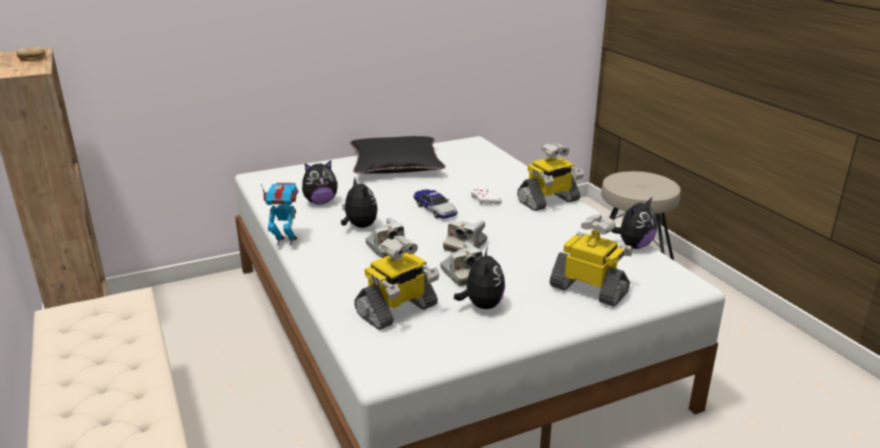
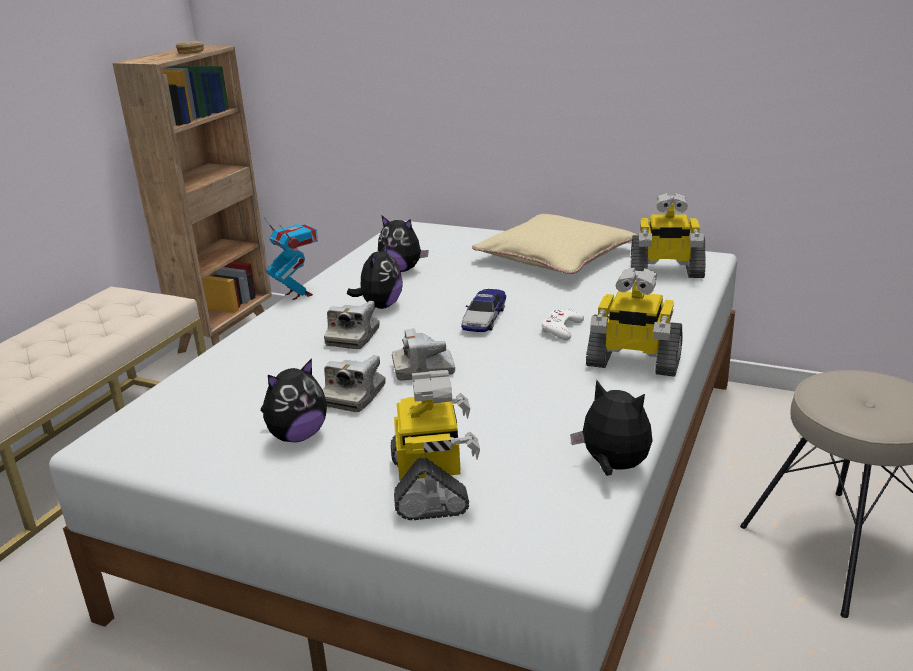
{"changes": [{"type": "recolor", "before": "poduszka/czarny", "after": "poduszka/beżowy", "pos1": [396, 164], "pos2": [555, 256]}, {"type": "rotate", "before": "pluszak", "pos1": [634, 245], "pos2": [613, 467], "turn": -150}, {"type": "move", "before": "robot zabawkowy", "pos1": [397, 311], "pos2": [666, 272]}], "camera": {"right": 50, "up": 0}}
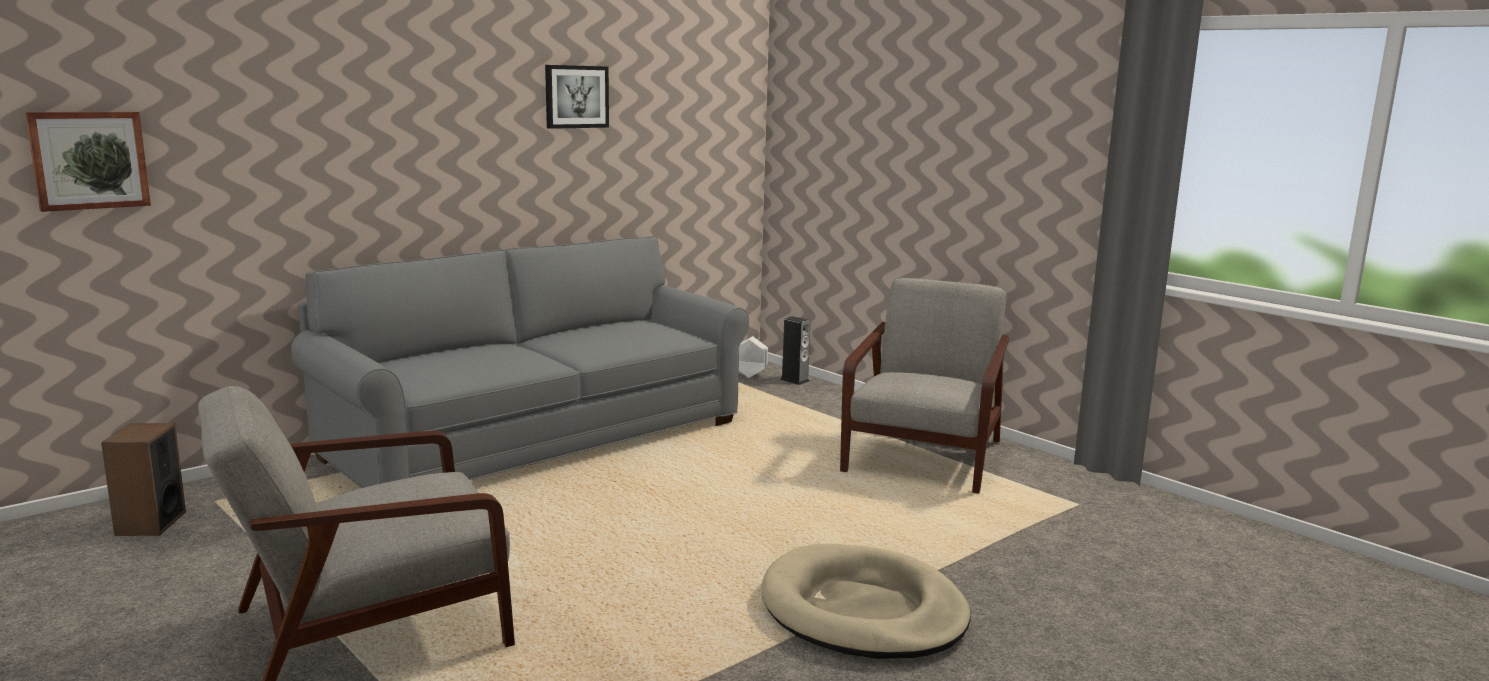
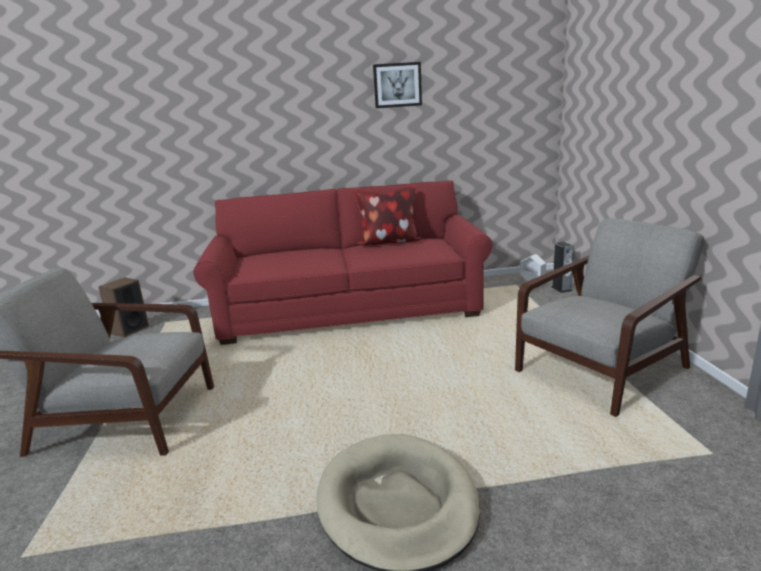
{"changes": [{"type": "delete", "before": "obraz", "pos1": [89, 160]}, {"type": "recolor", "before": "kanapa/szary", "after": "kanapa/czerwony", "pos1": [537, 439], "pos2": [349, 310]}, {"type": "insert", "after": "poduszka", "pos2": [388, 243]}], "camera": {"right": 35, "up": 5}}
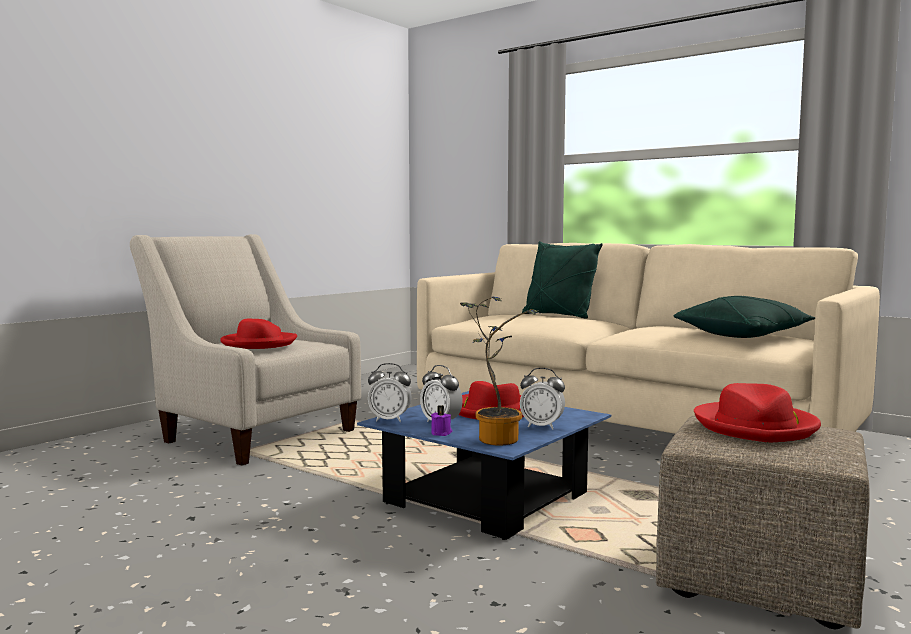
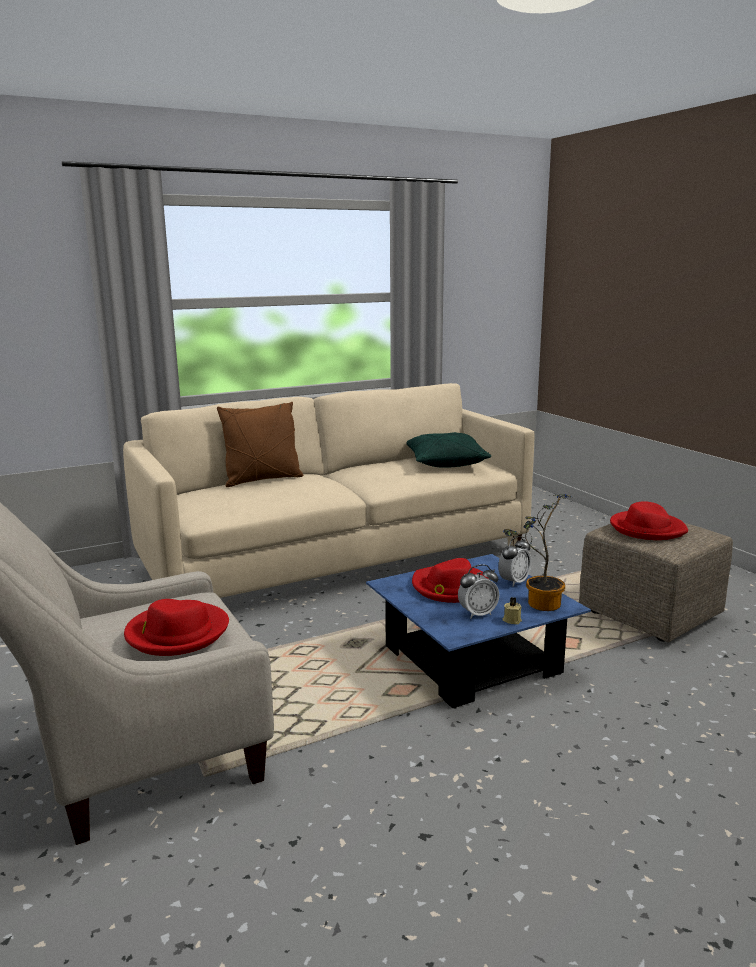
{"changes": [{"type": "recolor", "before": "poduszka/zielony", "after": "poduszka/brązowy", "pos1": [559, 316], "pos2": [262, 480]}, {"type": "delete", "before": "budzik", "pos1": [390, 420]}, {"type": "recolor", "before": "świeca/fioletowy", "after": "świeca/beżowy", "pos1": [442, 433], "pos2": [512, 620]}], "camera": {"right": -65, "up": 10}}
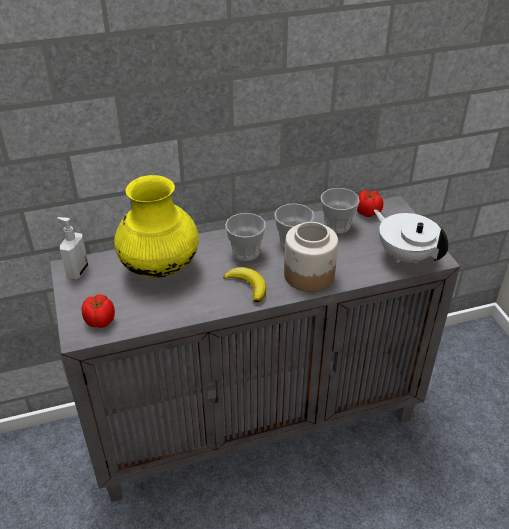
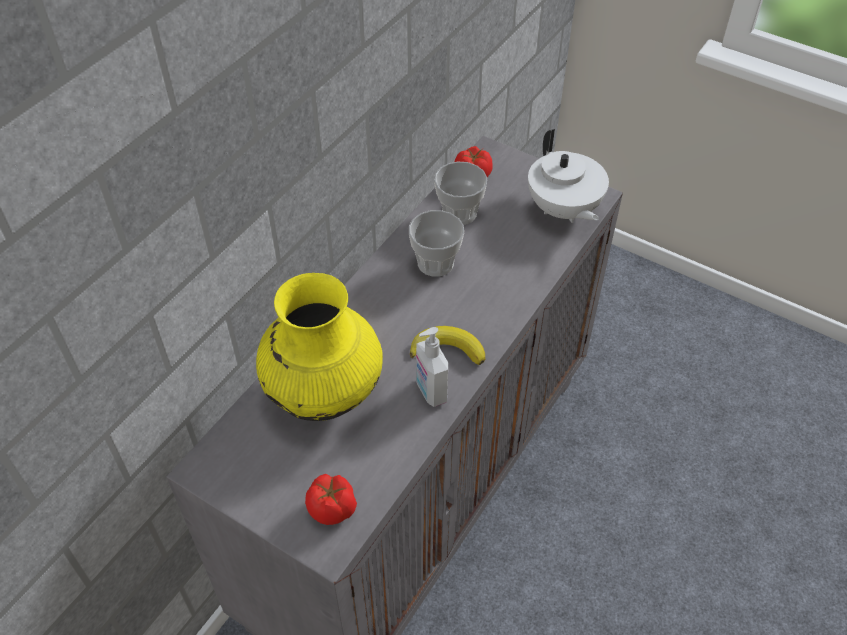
{"changes": [{"type": "rotate", "before": "imbryk/biały", "pos1": [405, 255], "pos2": [563, 210], "turn": -120}, {"type": "delete", "before": "filiżanka", "pos1": [245, 252]}, {"type": "move", "before": "dozownik mydła", "pos1": [77, 271], "pos2": [430, 391]}, {"type": "delete", "before": "słoik", "pos1": [309, 275]}], "camera": {"right": -40, "up": 10}}
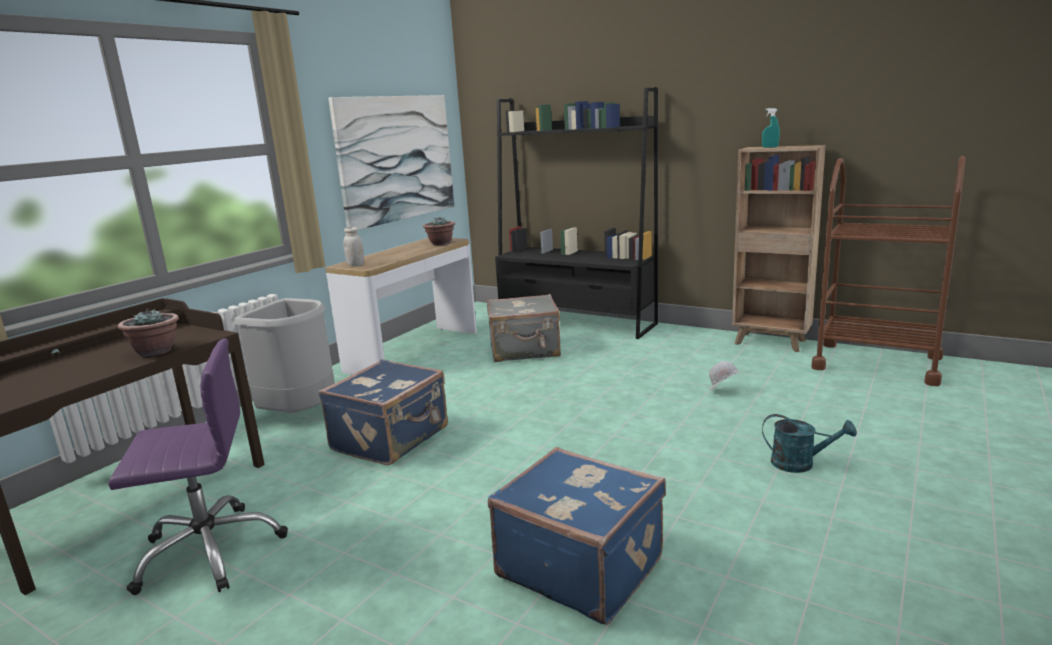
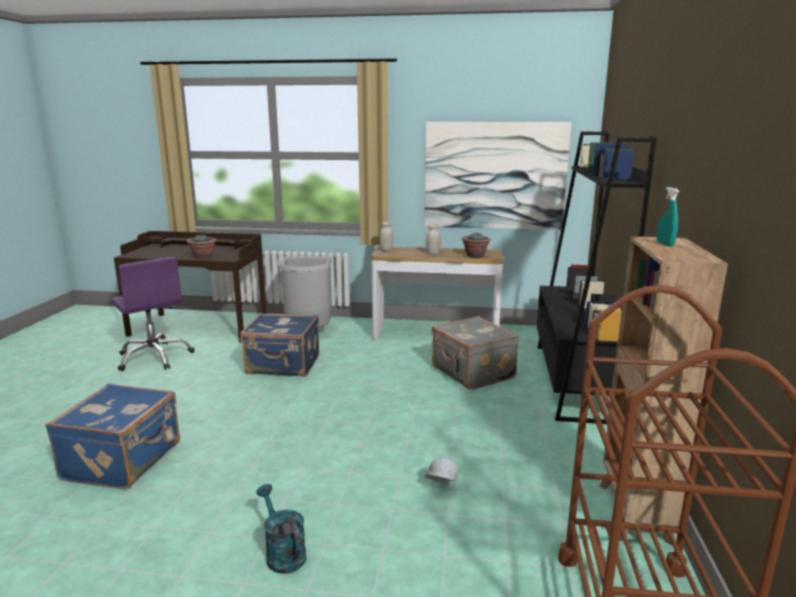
{"changes": [{"type": "rotate", "before": "konewka/turkusowy", "pos1": [800, 464], "pos2": [282, 553], "turn": 150}, {"type": "insert", "after": "słoik/biały", "pos2": [433, 253]}], "camera": {"right": 65, "up": 0}}
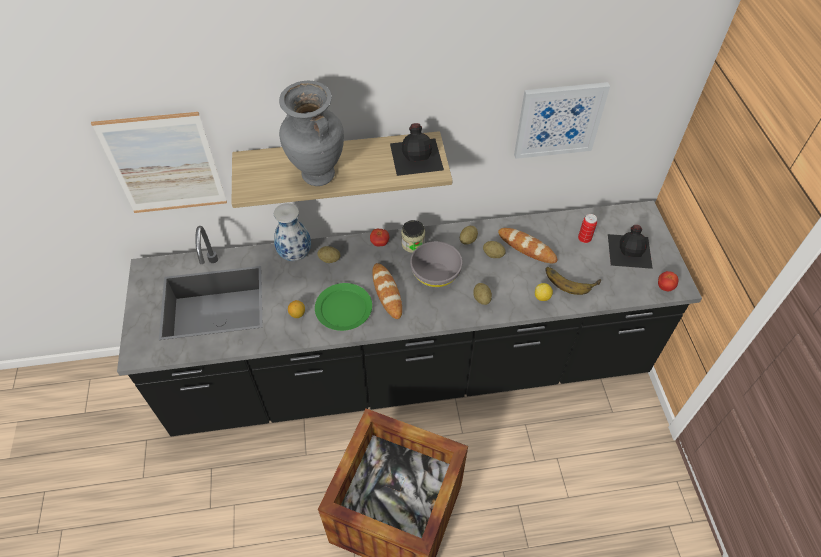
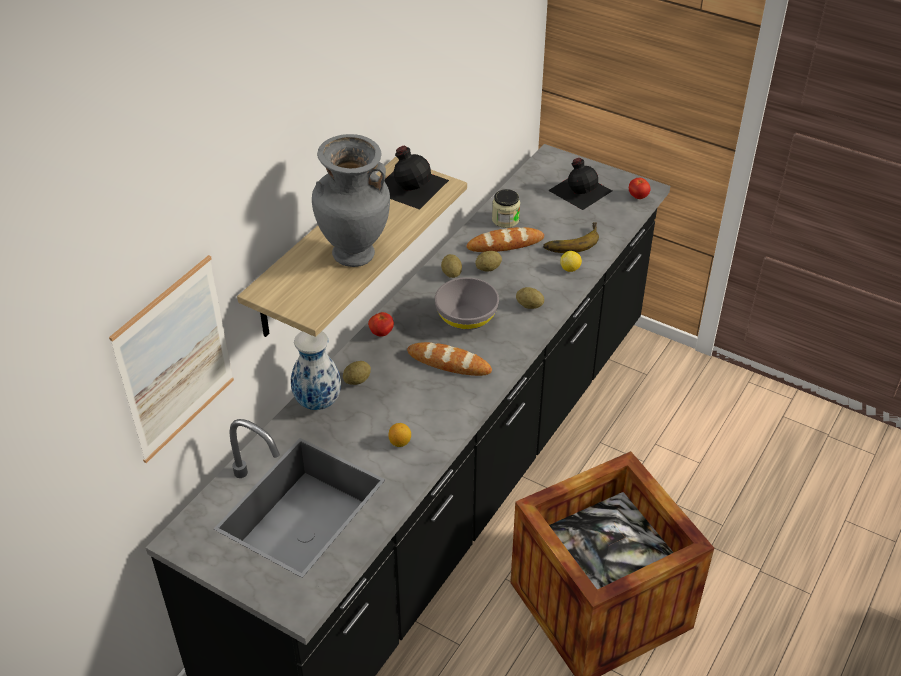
{"changes": [{"type": "delete", "before": "obraz", "pos1": [559, 119]}, {"type": "delete", "before": "puszka", "pos1": [584, 239]}, {"type": "move", "before": "słoik", "pos1": [413, 244], "pos2": [505, 220]}, {"type": "delete", "before": "talerz/zielony", "pos1": [344, 308]}], "camera": {"right": -50, "up": -10}}
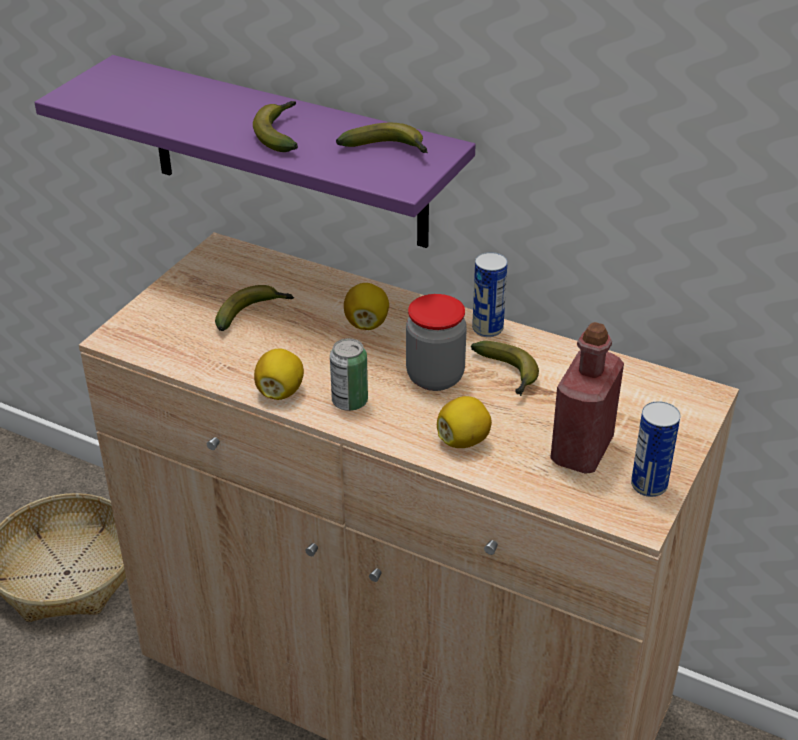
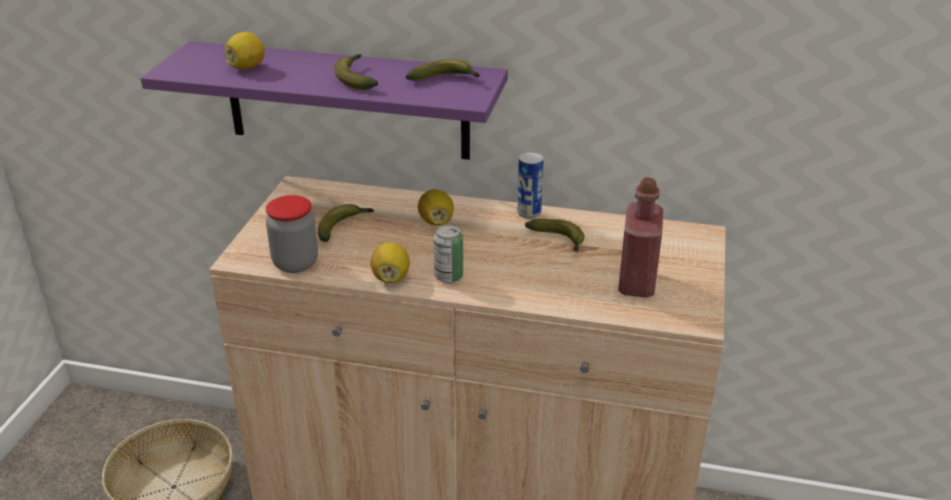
{"changes": [{"type": "move", "before": "słoik", "pos1": [435, 377], "pos2": [295, 263]}, {"type": "move", "before": "cytryna", "pos1": [463, 440], "pos2": [247, 67]}, {"type": "delete", "before": "puszka", "pos1": [649, 485]}], "camera": {"right": -15, "up": -5}}
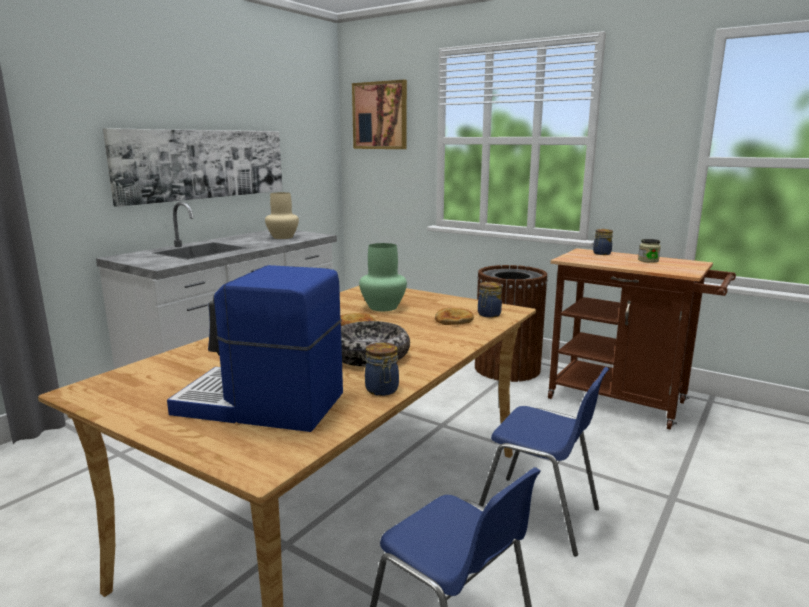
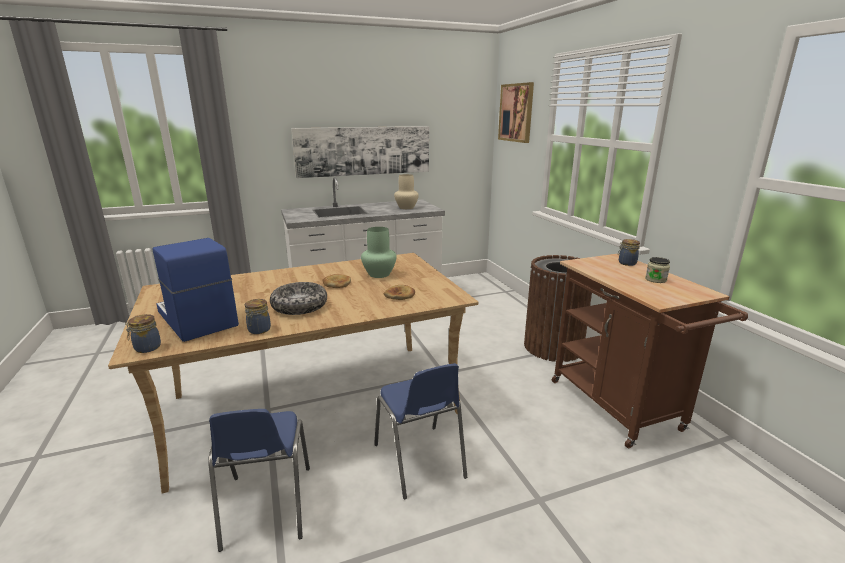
{"changes": [{"type": "move", "before": "słoik", "pos1": [488, 315], "pos2": [146, 348]}], "camera": {"right": 35, "up": 5}}
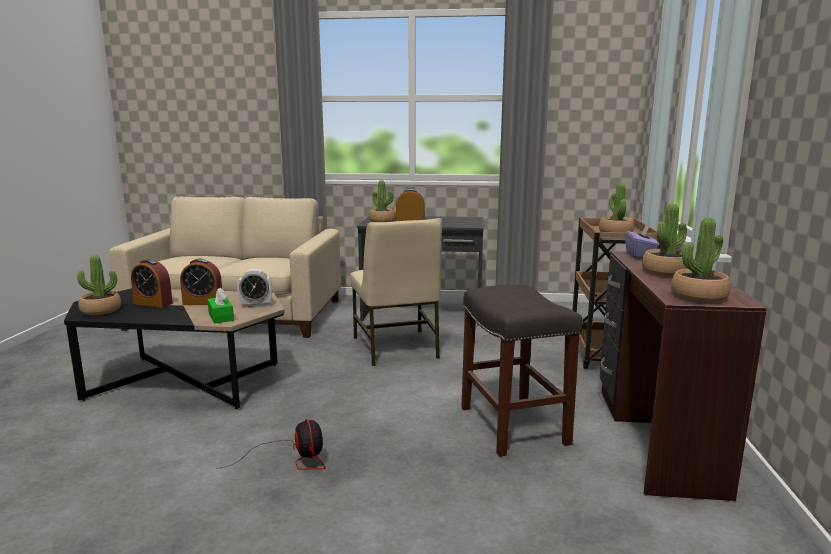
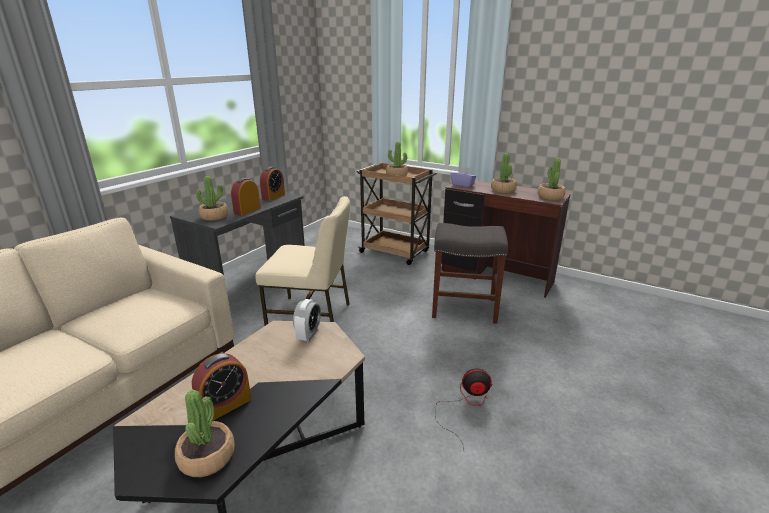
{"changes": [{"type": "move", "before": "budzik", "pos1": [203, 302], "pos2": [273, 197]}, {"type": "delete", "before": "pudełko chusteczek/zielony", "pos1": [221, 317]}], "camera": {"right": -65, "up": 10}}
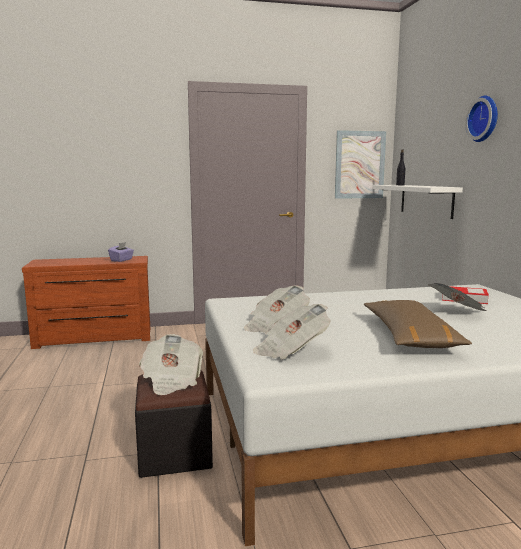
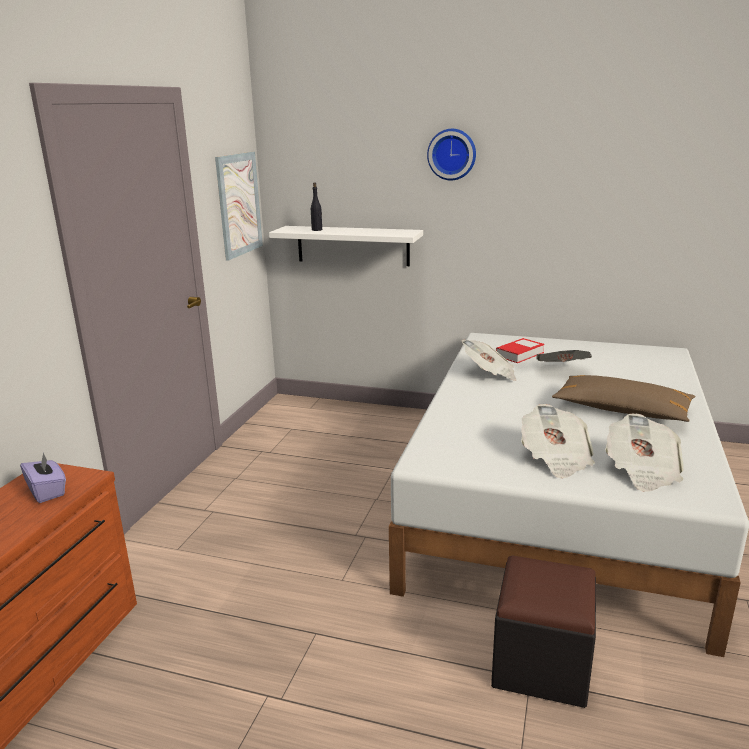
{"changes": [{"type": "move", "before": "gazeta", "pos1": [171, 380], "pos2": [489, 374]}], "camera": {"right": -60, "up": 10}}
